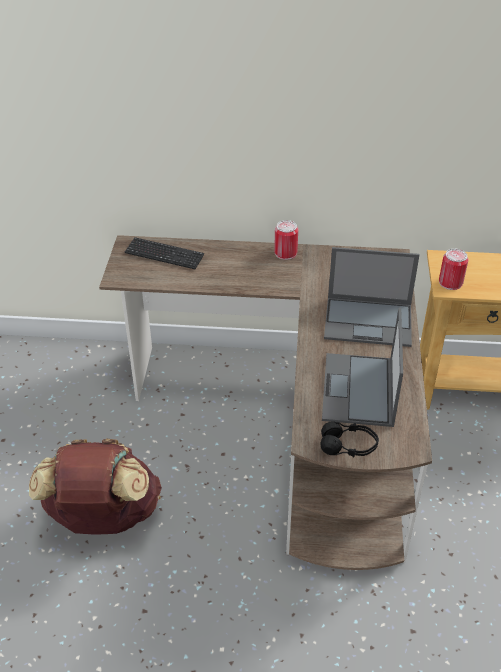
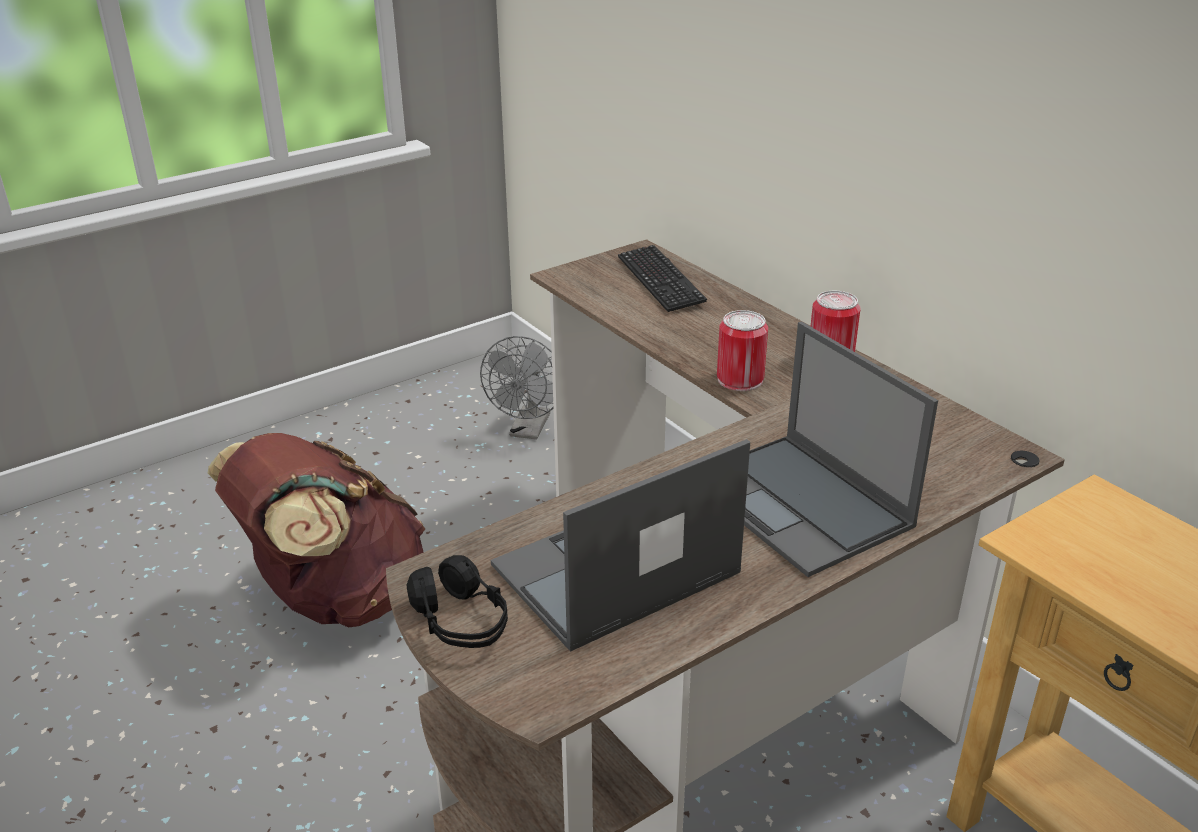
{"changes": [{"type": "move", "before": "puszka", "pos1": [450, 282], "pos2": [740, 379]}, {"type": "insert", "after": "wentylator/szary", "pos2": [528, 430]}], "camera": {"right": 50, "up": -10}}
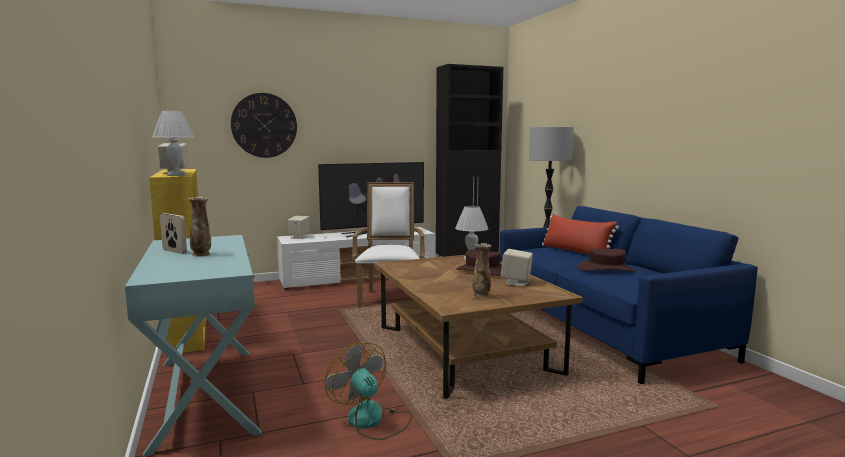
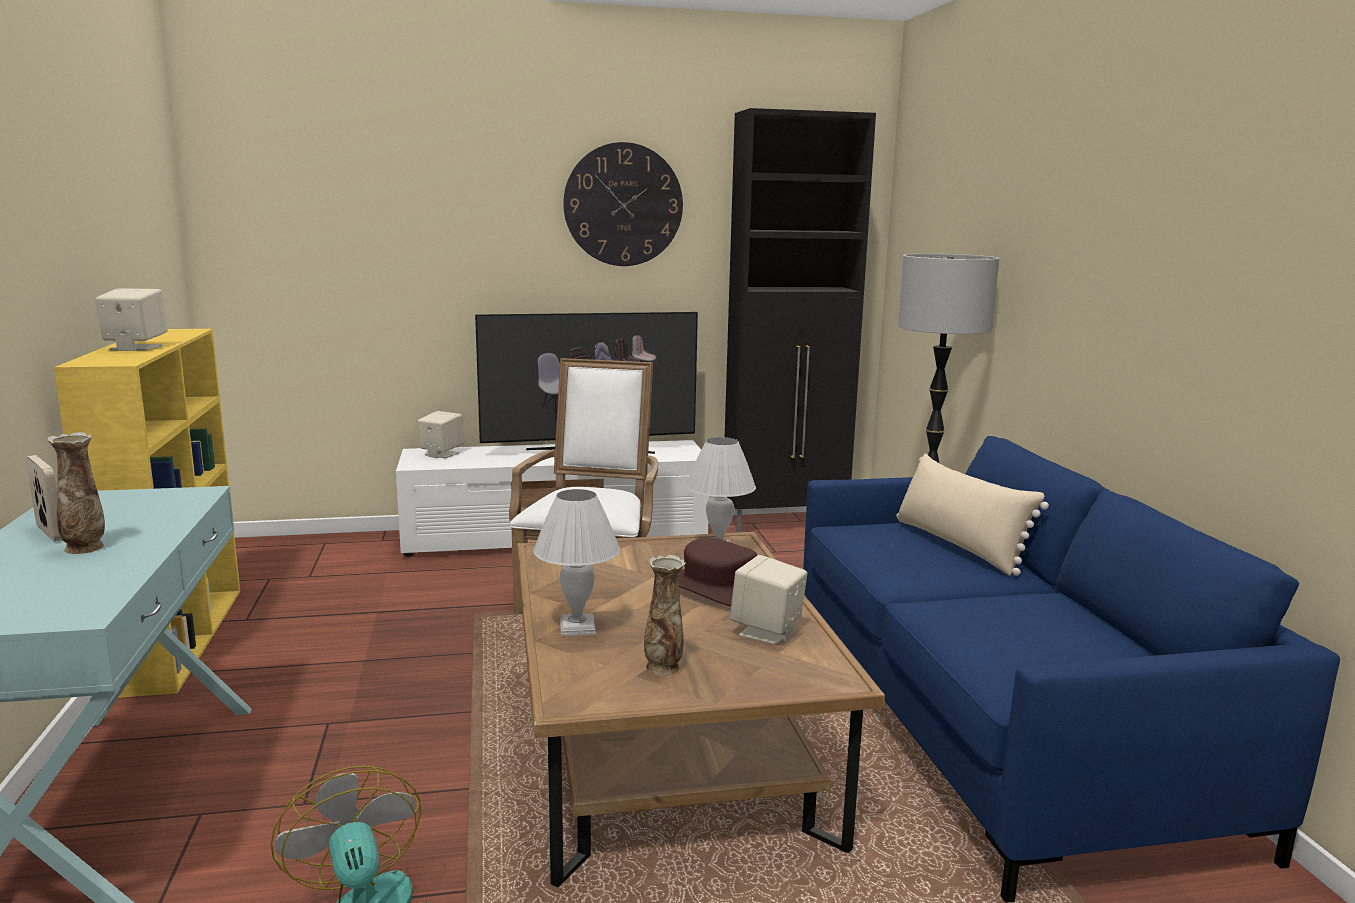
{"changes": [{"type": "move", "before": "zegar ścienny", "pos1": [264, 125], "pos2": [623, 205]}, {"type": "move", "before": "lampa stołowa/biały", "pos1": [176, 175], "pos2": [577, 627]}, {"type": "recolor", "before": "poduszka/czerwony", "after": "poduszka/beżowy", "pos1": [575, 252], "pos2": [959, 545]}, {"type": "delete", "before": "kapelusz/brązowy", "pos1": [605, 269]}], "camera": {"right": 10, "up": 5}}
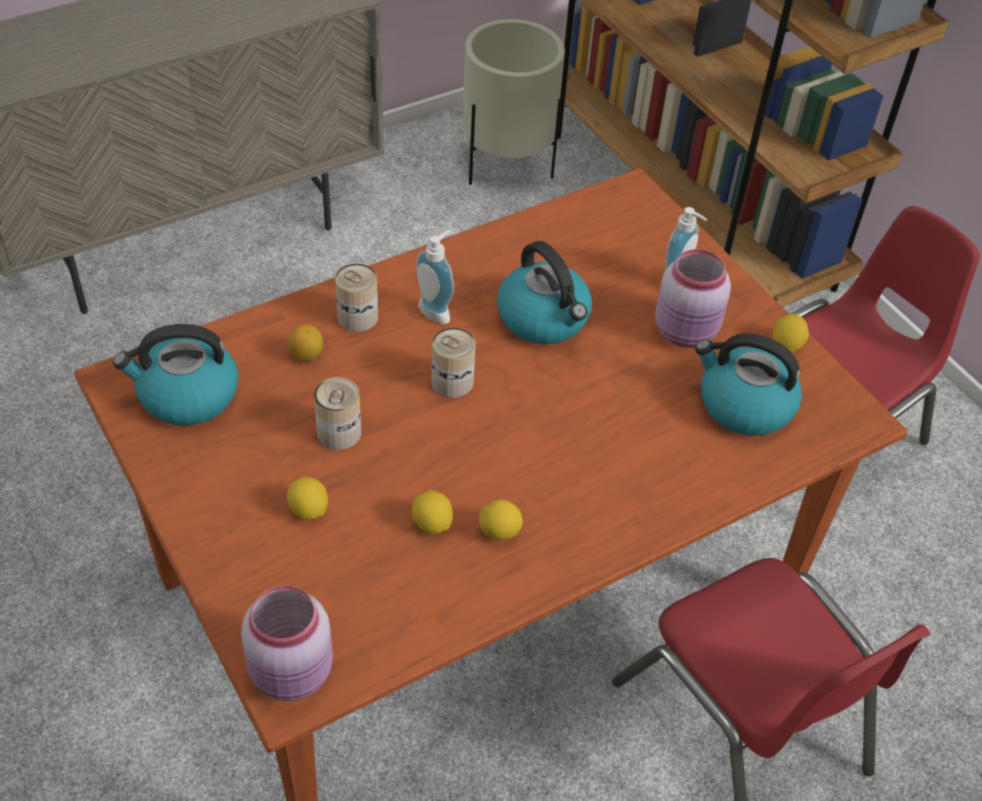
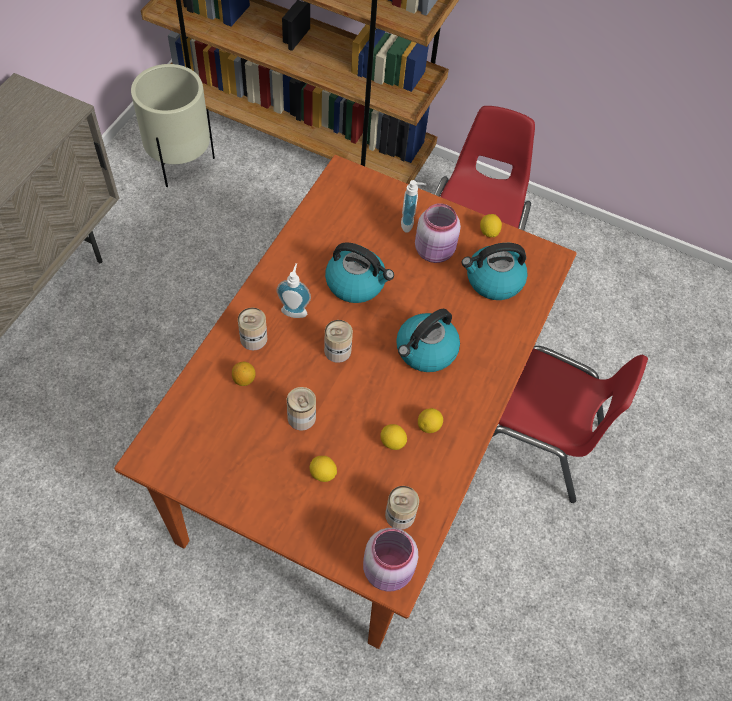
{"changes": [{"type": "move", "before": "czajnik", "pos1": [187, 396], "pos2": [425, 351]}, {"type": "insert", "after": "puszka", "pos2": [400, 515]}], "camera": {"right": -35, "up": 10}}
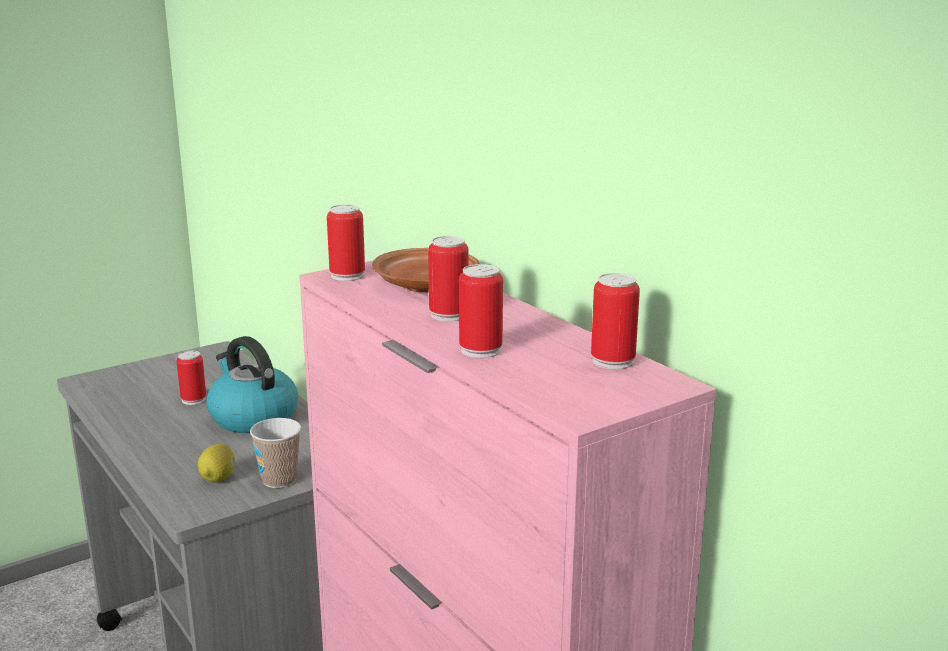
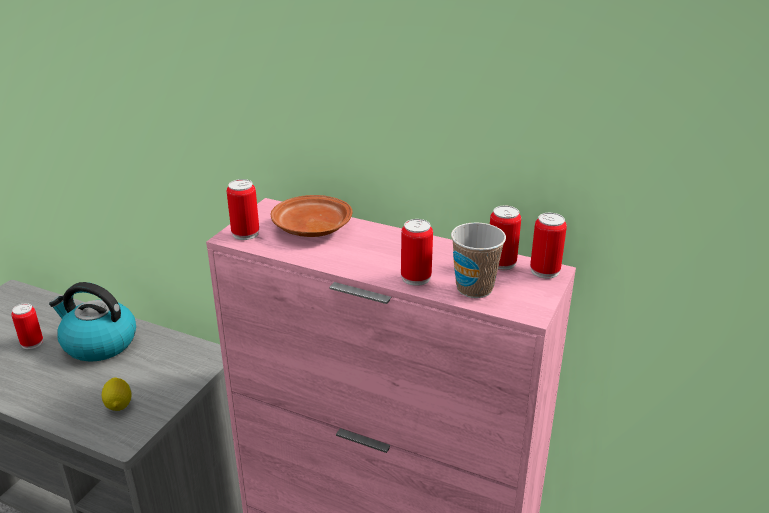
{"changes": [{"type": "move", "before": "puszka", "pos1": [449, 314], "pos2": [545, 270]}, {"type": "move", "before": "filiżanka", "pos1": [279, 480], "pos2": [474, 288]}], "camera": {"right": -30, "up": 10}}
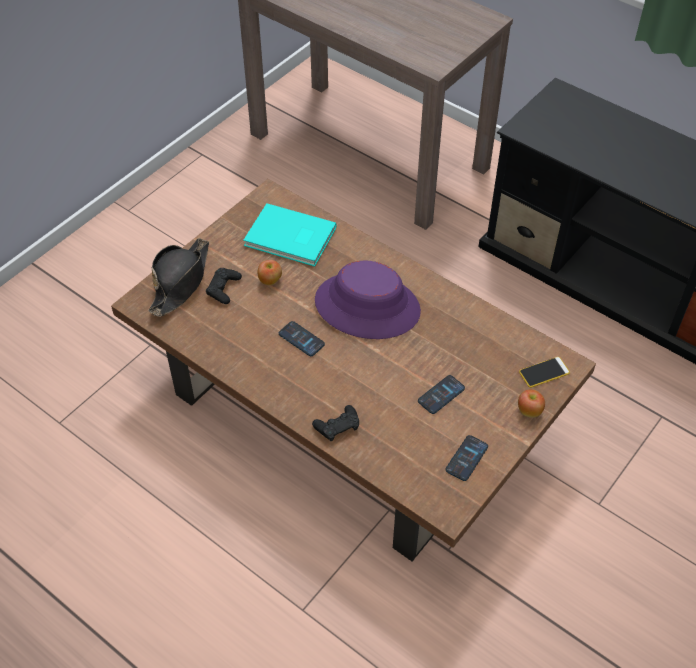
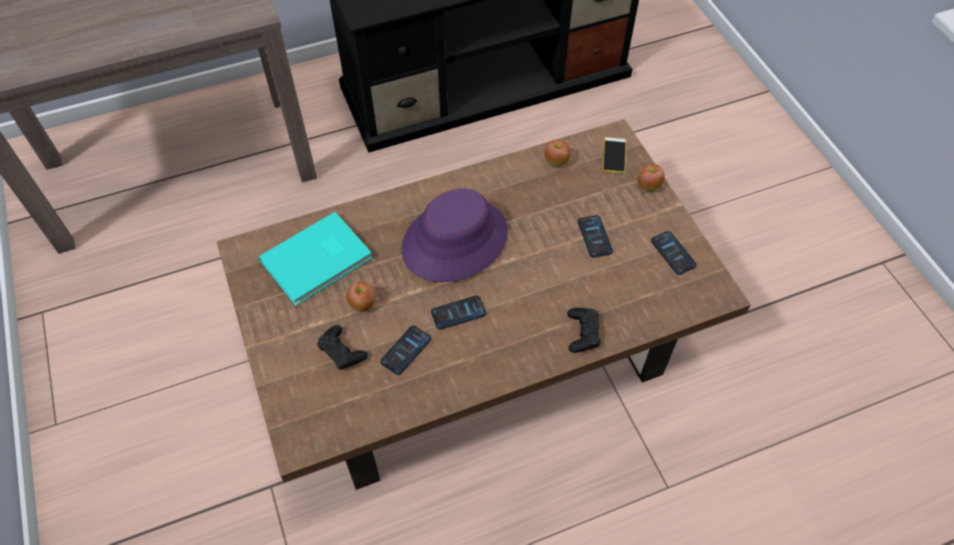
{"changes": [{"type": "delete", "before": "kapelusz/czarny", "pos1": [181, 281]}, {"type": "insert", "after": "jabłko", "pos2": [556, 161]}, {"type": "insert", "after": "telefon", "pos2": [406, 350]}], "camera": {"right": -60, "up": 5}}
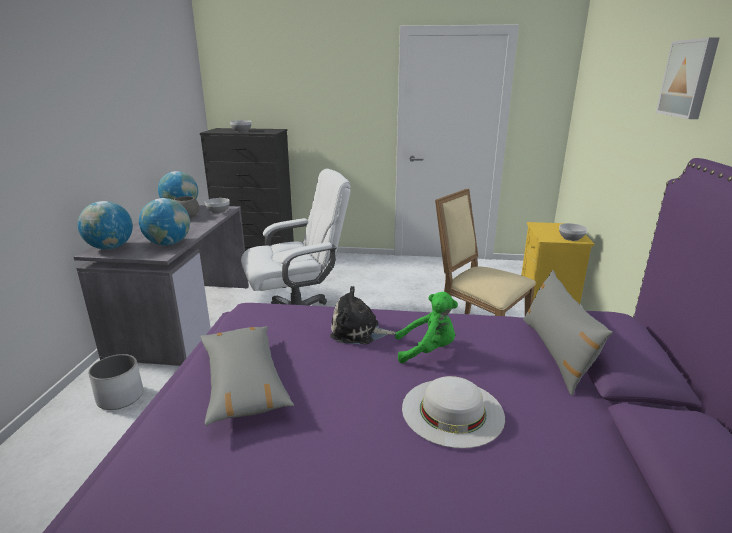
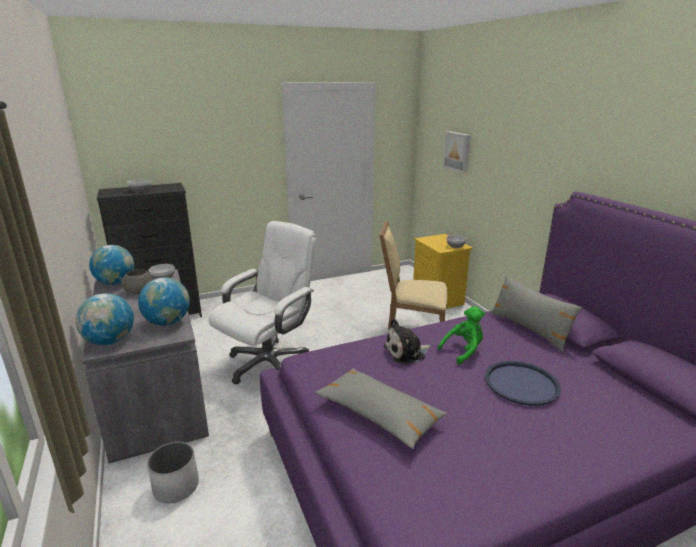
{"changes": [{"type": "move", "before": "obraz", "pos1": [689, 78], "pos2": [458, 151]}, {"type": "replace", "before": "kapelusz/biały", "after": "taca/niebieski", "pos1": [452, 411], "pos2": [521, 383]}], "camera": {"right": -30, "up": 0}}
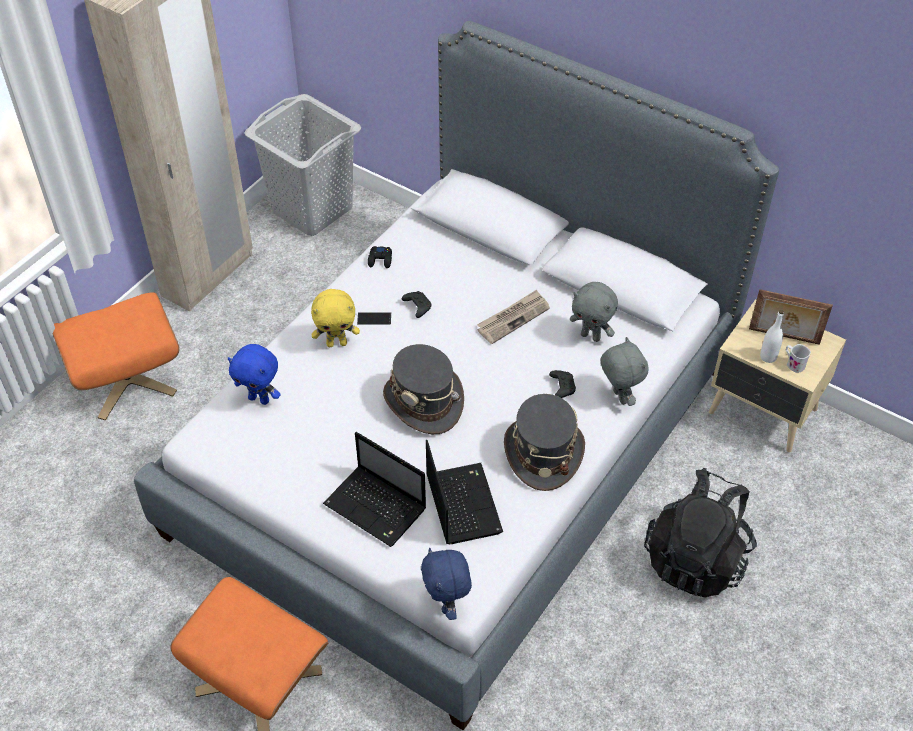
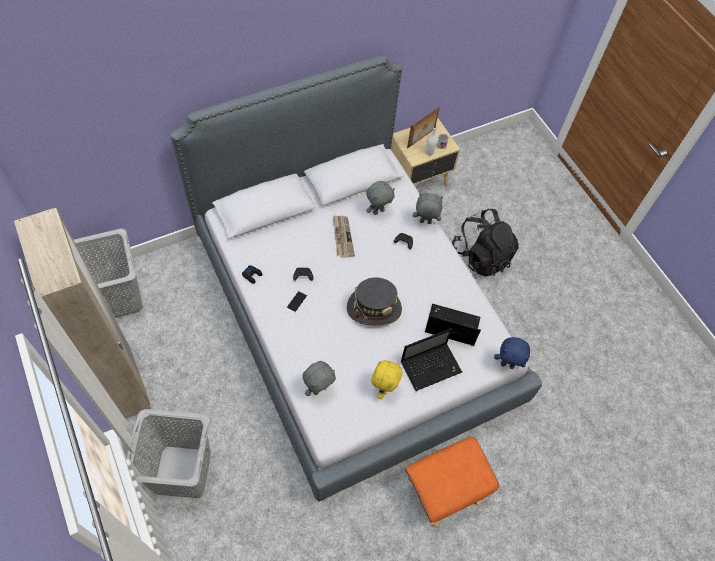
{"changes": [{"type": "move", "before": "pluszak/żółty", "pos1": [337, 343], "pos2": [383, 388]}, {"type": "replace", "before": "pufa/pomarańczowy", "after": "kosz na pranie/szary", "pos1": [128, 379], "pos2": [182, 470]}, {"type": "recolor", "before": "pluszak/niebieski", "after": "pluszak/szary", "pos1": [260, 399], "pos2": [319, 389]}, {"type": "delete", "before": "kapelusz/szary", "pos1": [543, 453]}], "camera": {"right": -65, "up": 10}}
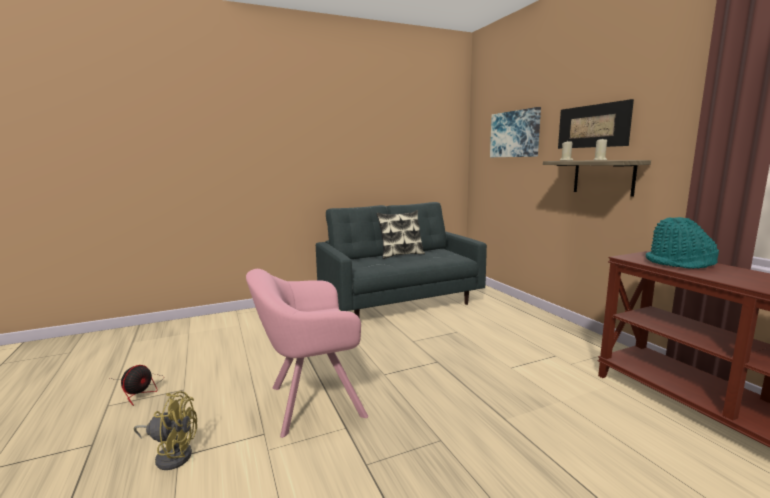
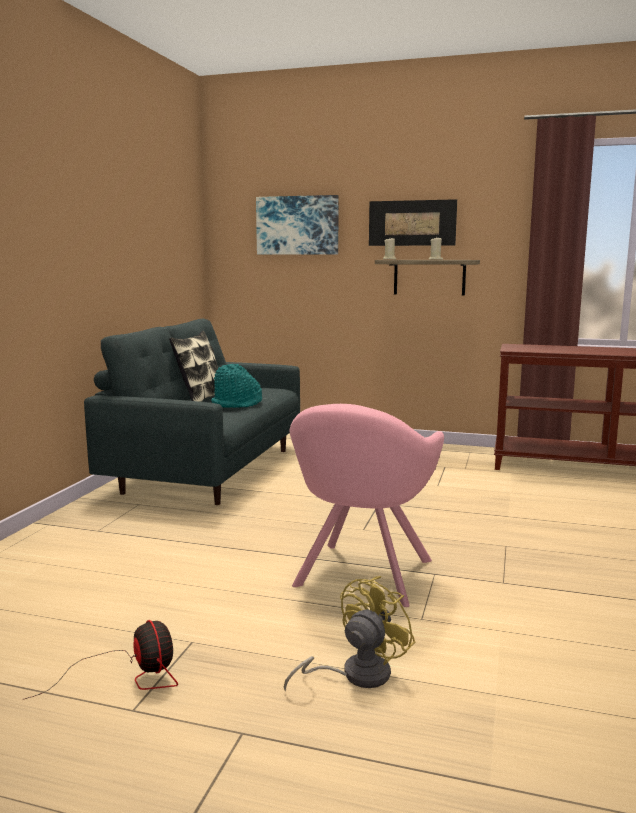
{"changes": [{"type": "move", "before": "kapelusz/turkusowy", "pos1": [680, 263], "pos2": [237, 404]}], "camera": {"right": -50, "up": 0}}
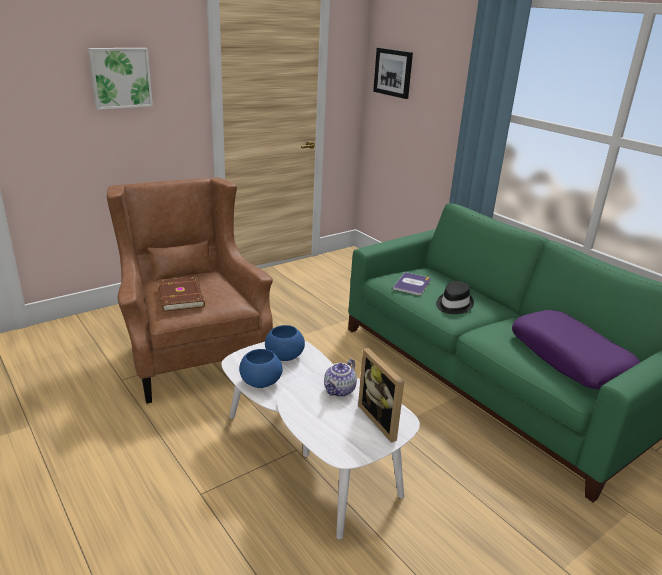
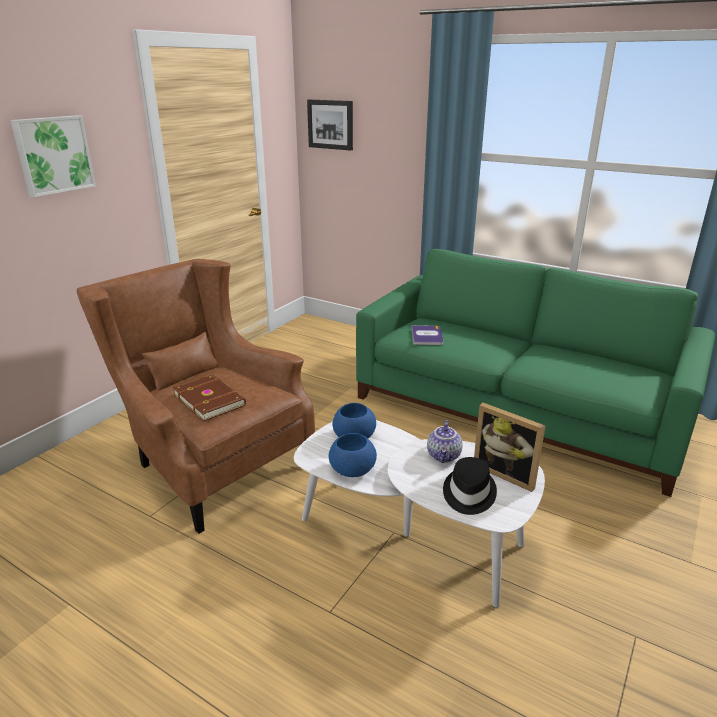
{"changes": [{"type": "move", "before": "kapelusz/czarny", "pos1": [453, 305], "pos2": [468, 493]}, {"type": "delete", "before": "poduszka/fioletowy", "pos1": [570, 359]}], "camera": {"right": -20, "up": 0}}
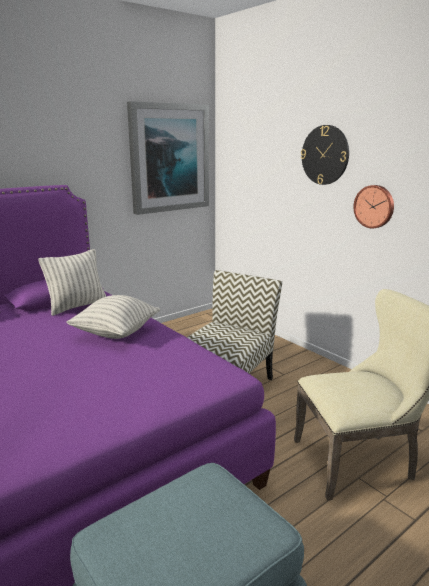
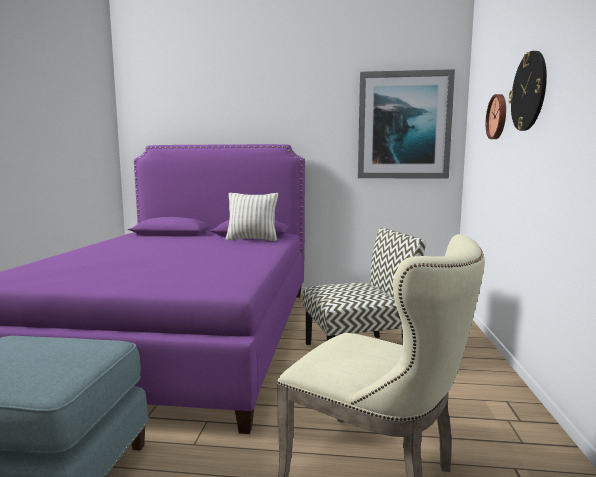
{"changes": [{"type": "move", "before": "zegar ścienny", "pos1": [374, 206], "pos2": [498, 117]}, {"type": "delete", "before": "poduszka", "pos1": [116, 333]}], "camera": {"right": 45, "up": -10}}
